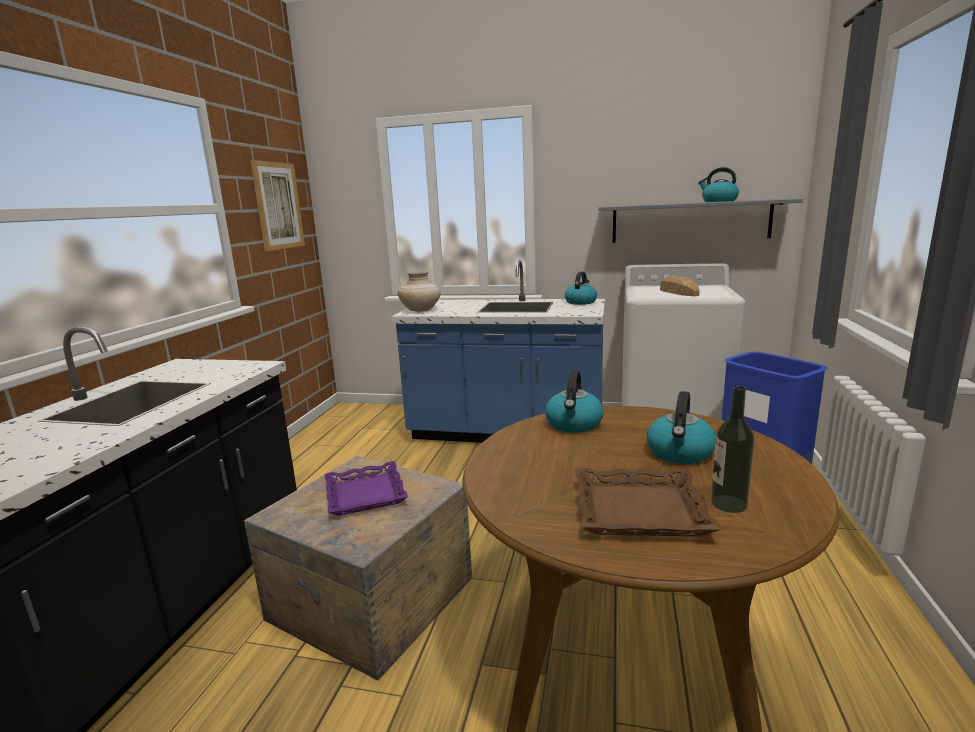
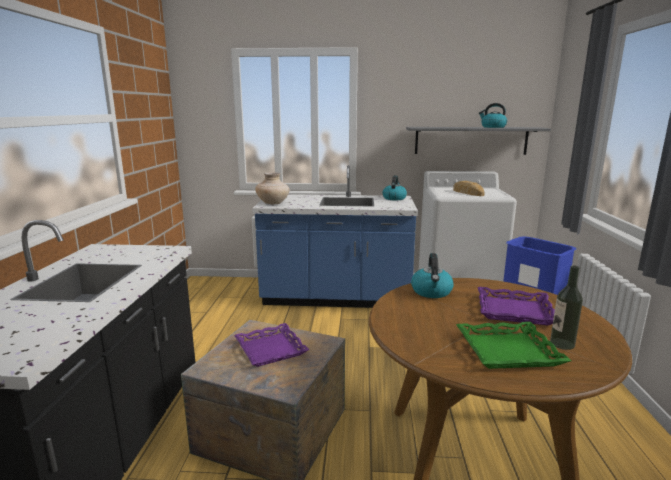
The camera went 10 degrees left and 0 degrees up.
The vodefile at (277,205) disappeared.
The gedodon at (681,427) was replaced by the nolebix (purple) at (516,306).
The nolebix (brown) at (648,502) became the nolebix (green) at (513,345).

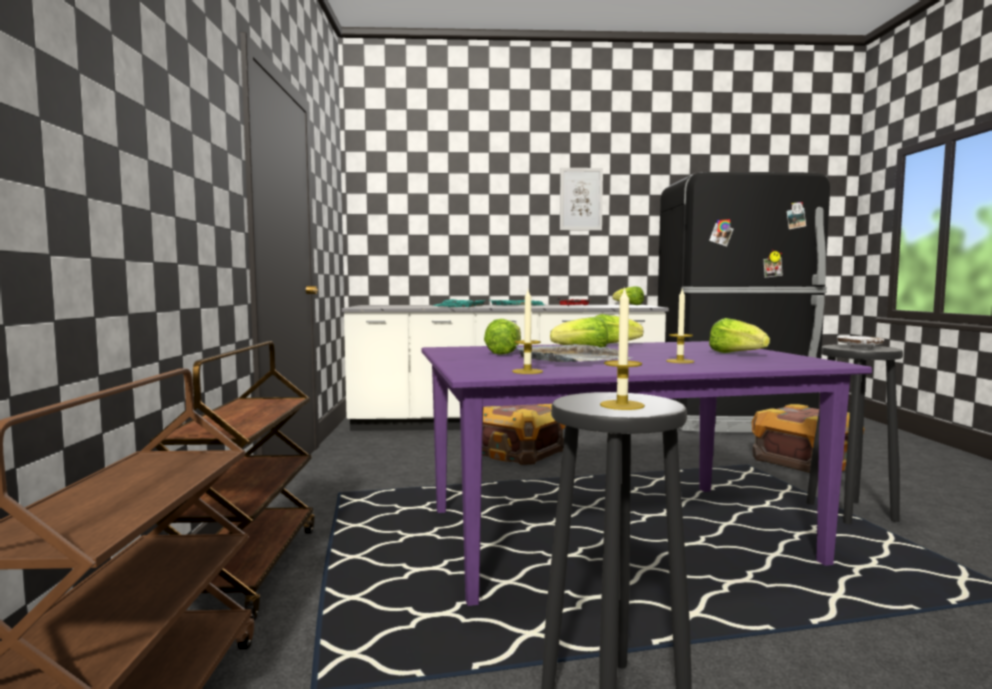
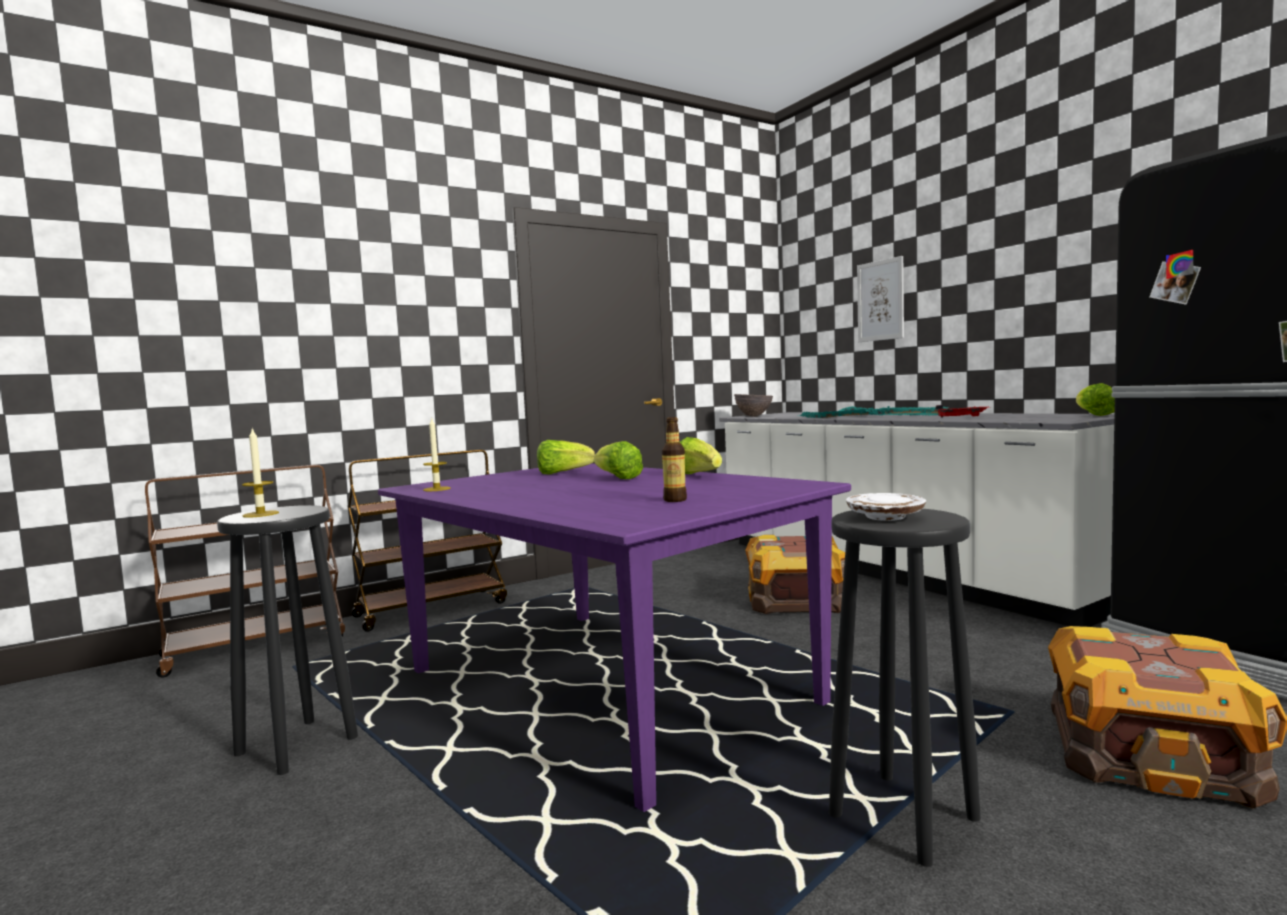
The camera went 60 degrees right and 0 degrees up.
The vodefile moved from (581,199) to (880,299).
The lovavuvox at (680,326) disappeared.
The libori at (739,335) was replaced by the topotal at (674,459).
The nolebix (grey) at (574,353) disappeared.
The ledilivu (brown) at (753,405) appeared.

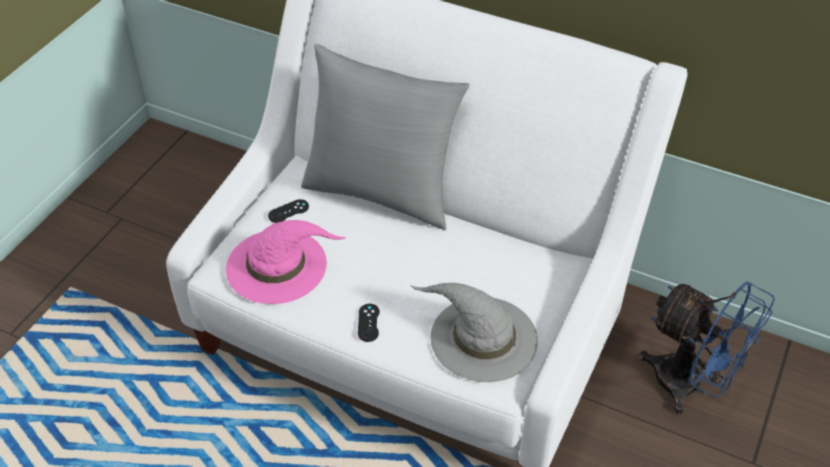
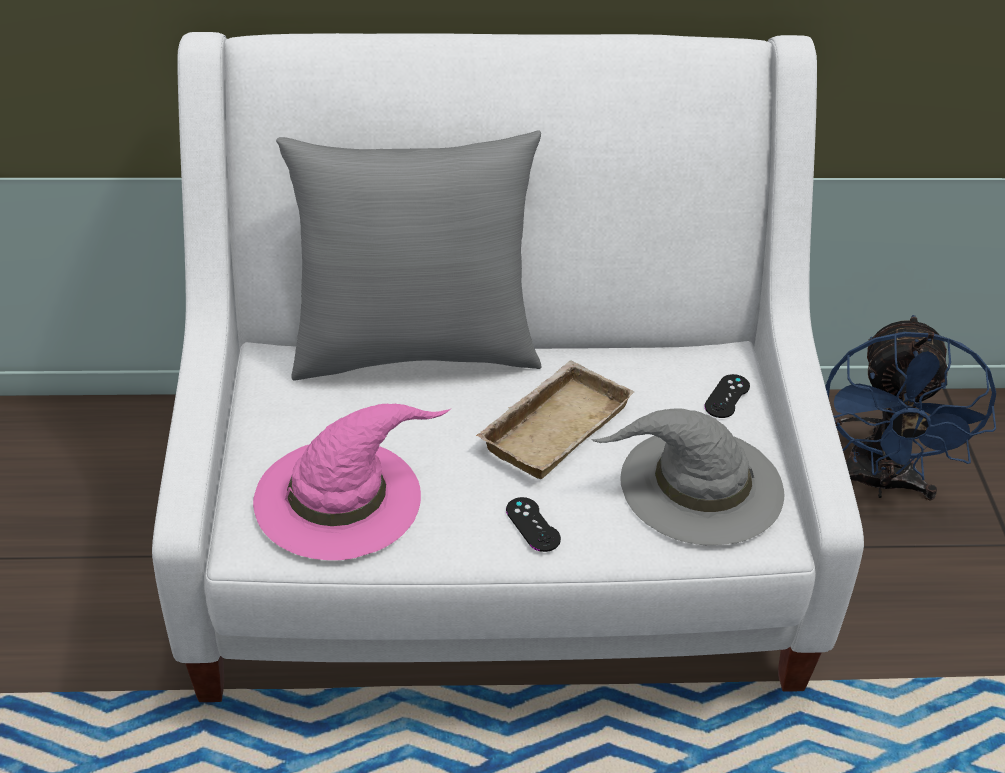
The camera went 30 degrees left and 5 degrees down.
The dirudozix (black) moved from (288,211) to (727,396).
The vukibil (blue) at (707,348) turned 90 degrees clockwise.
The nolebix (beige) at (555,420) appeared.

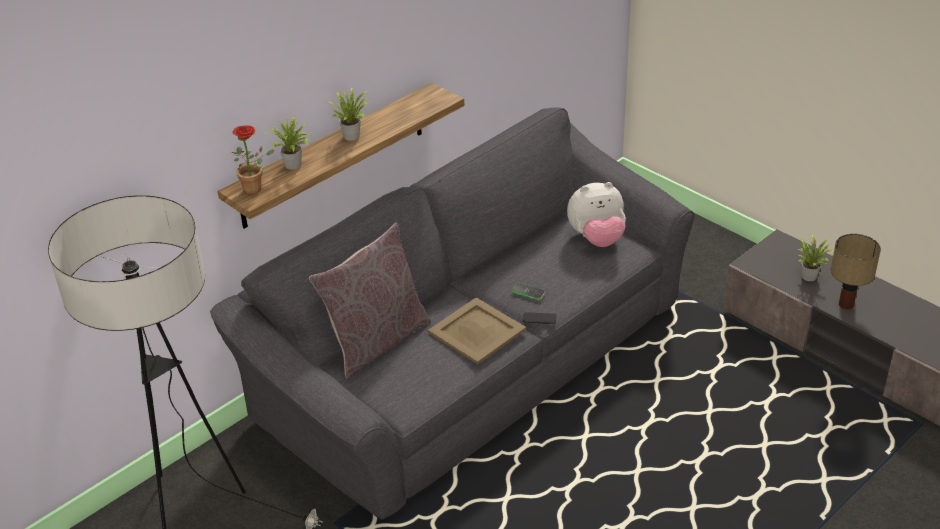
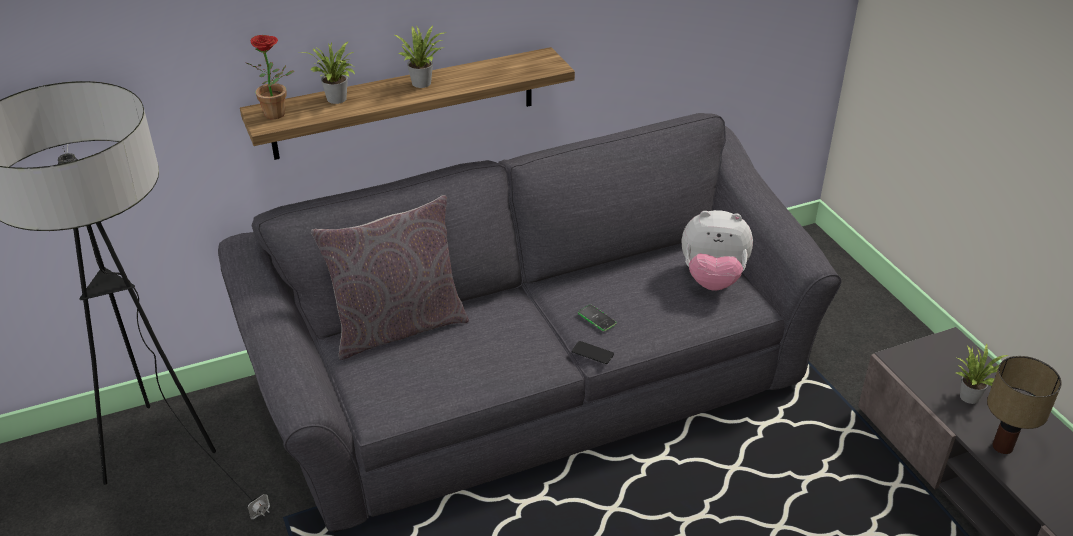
The camera went 20 degrees right and 0 degrees up.
The nolebix (beige) at (477,330) disappeared.

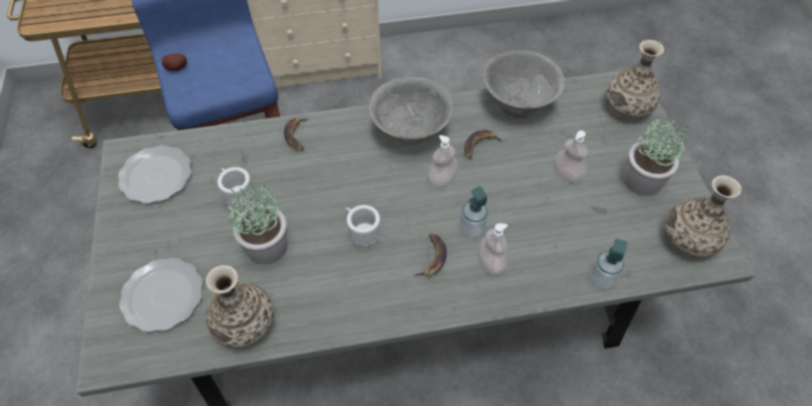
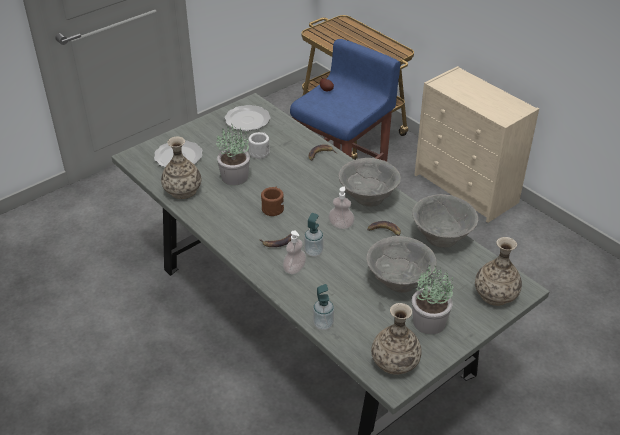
The camera went 60 degrees right and 15 degrees down.
The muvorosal at (571,156) was replaced by the ledilivu (grey) at (401,264).
The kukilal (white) at (363,226) became the kukilal (brown) at (272,201).

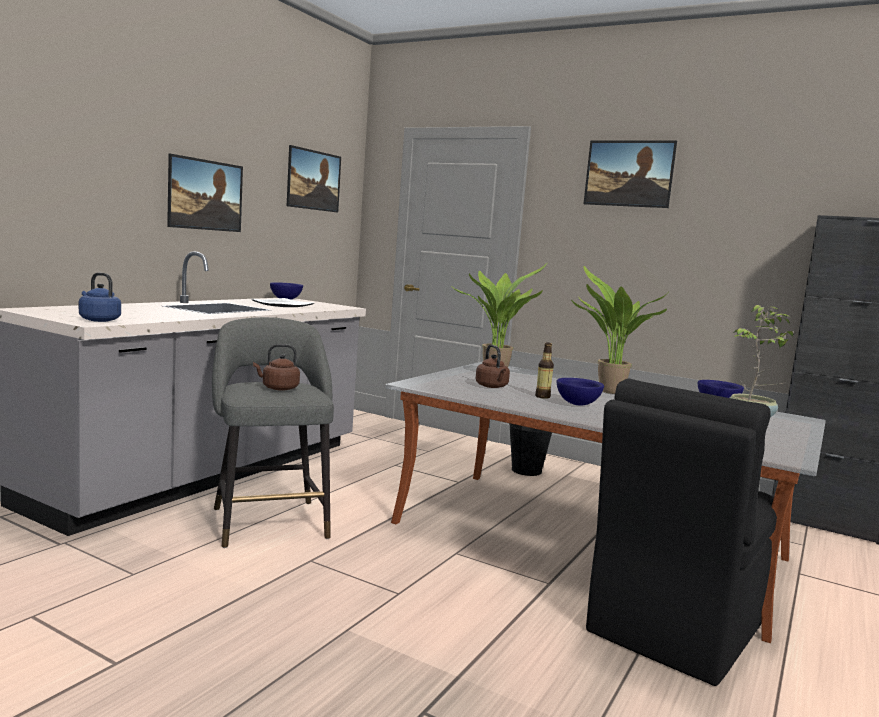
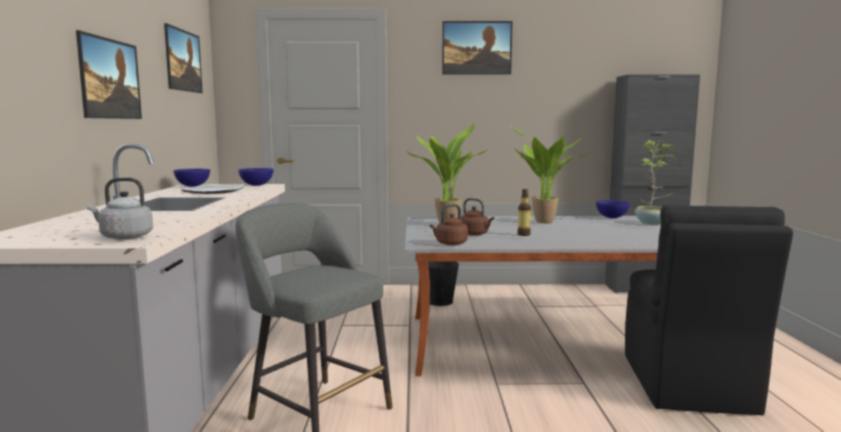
The camera went 30 degrees left and 0 degrees up.
The gedodon (blue) at (100,297) became the gedodon (grey) at (120,208).
The gedodon (brown) moved from (276,367) to (449,224).
The ledilivu (blue) moved from (580,392) to (255,177).

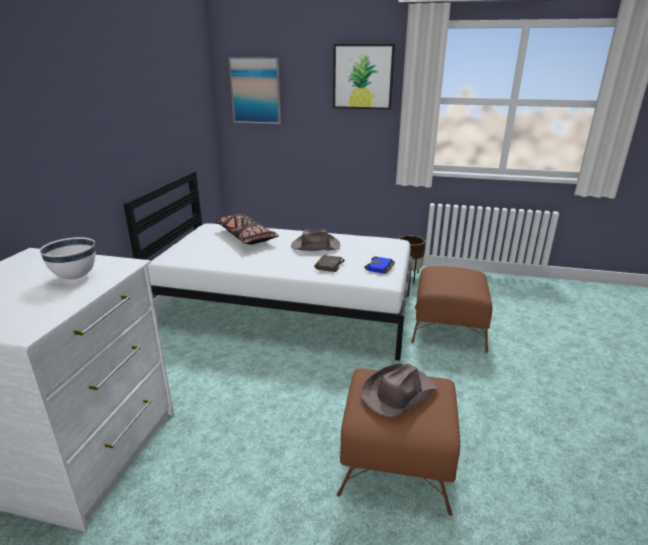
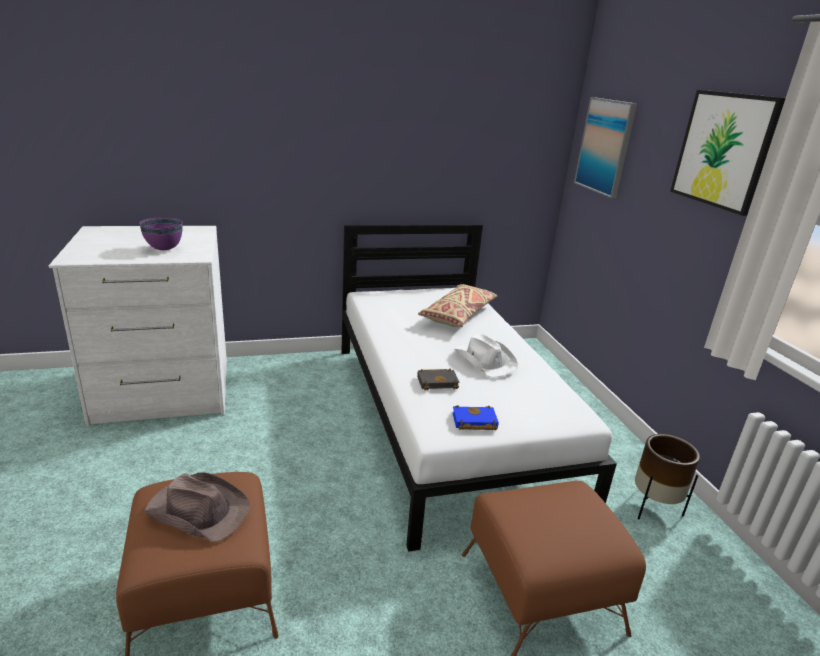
The camera went 60 degrees right and 0 degrees up.
The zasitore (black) at (247,229) became the zasitore (beige) at (457,305).
The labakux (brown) at (315,240) became the labakux (white) at (486,356).
The ledilivu (white) at (67,258) became the ledilivu (purple) at (161,233).

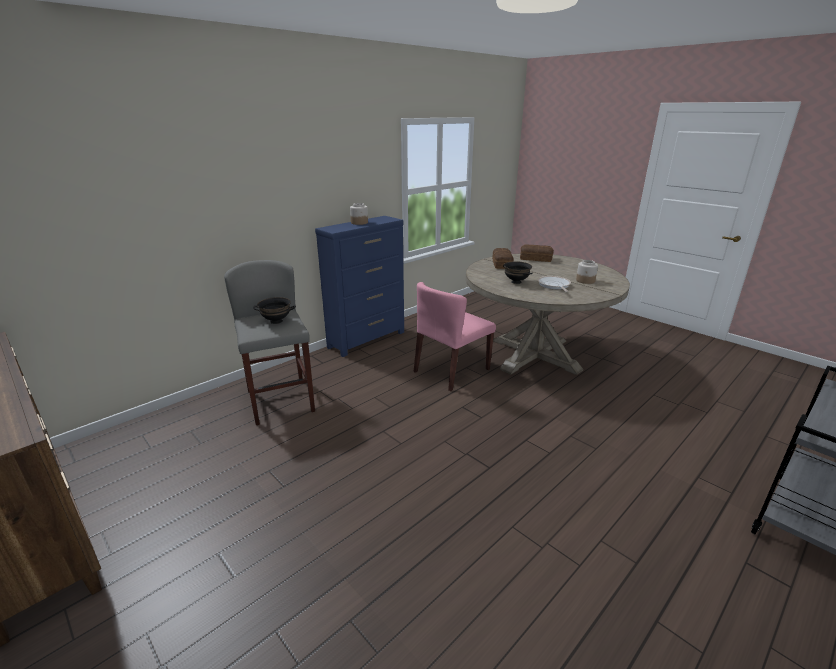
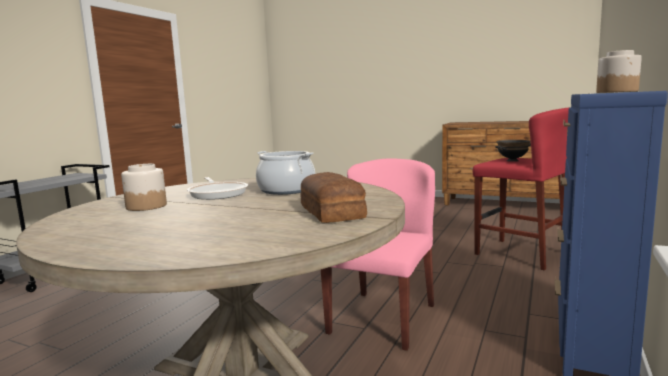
The camera went 160 degrees right and 15 degrees down.
The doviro at (537,253) disappeared.
The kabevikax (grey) at (269,342) became the kabevikax (red) at (521,189).
The ledilivu (black) at (518,272) was replaced by the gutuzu at (285,173).

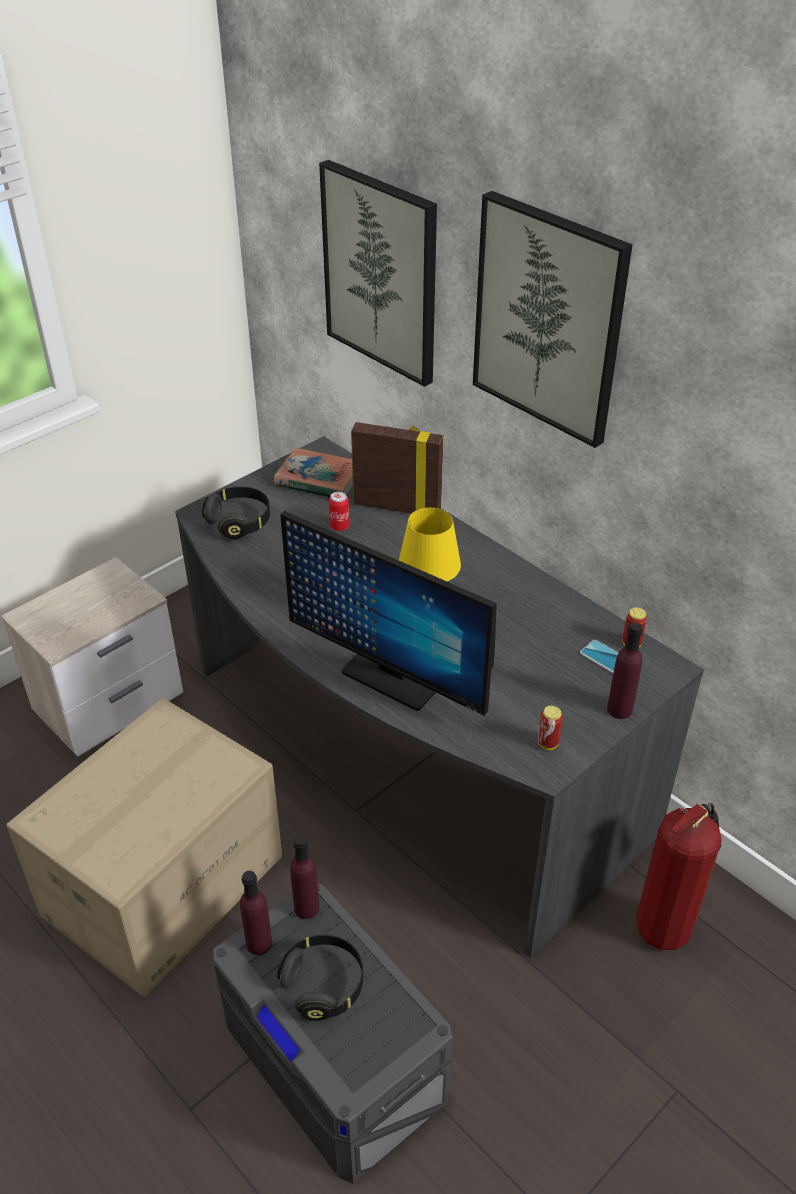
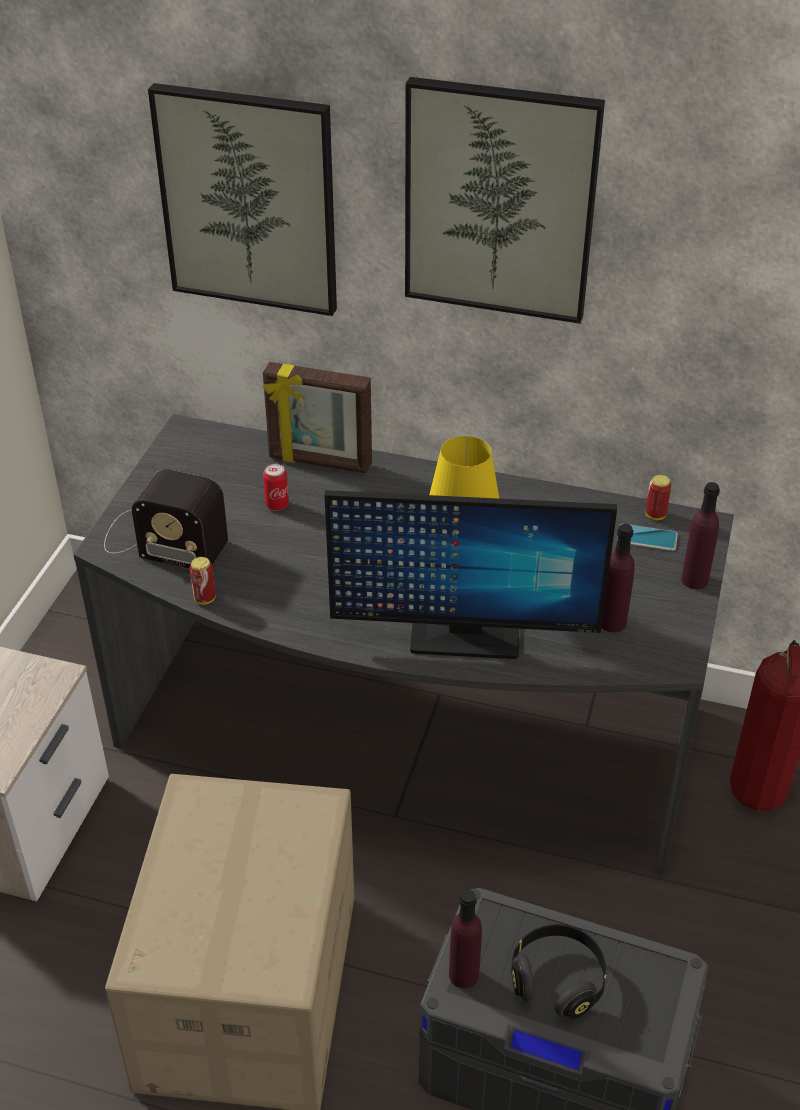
The camera went 30 degrees left and 0 degrees up.
The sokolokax at (397,467) turned 150 degrees counterclockwise.
The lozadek at (313,472) disappeared.
The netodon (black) at (236,513) was replaced by the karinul at (166,519).
The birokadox moved from (550,728) to (203,581).
The topotal (purple) moved from (305,877) to (618,578).

